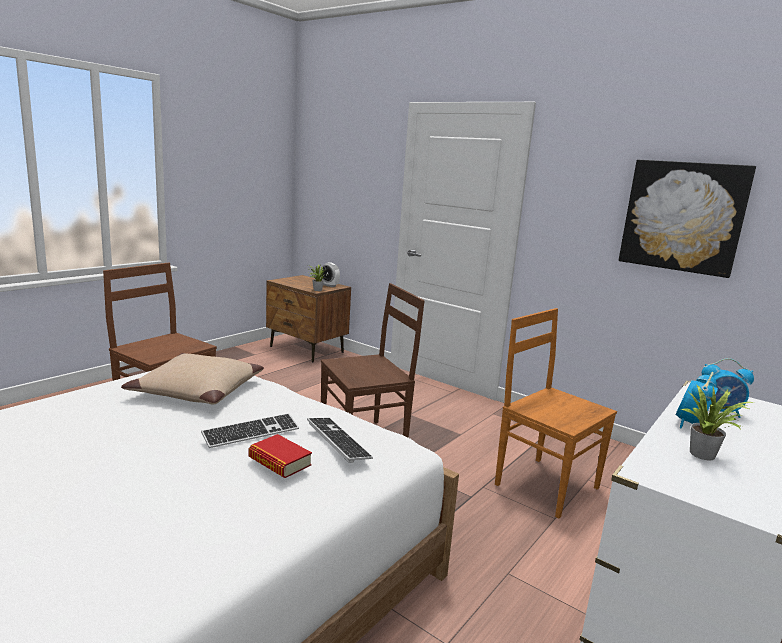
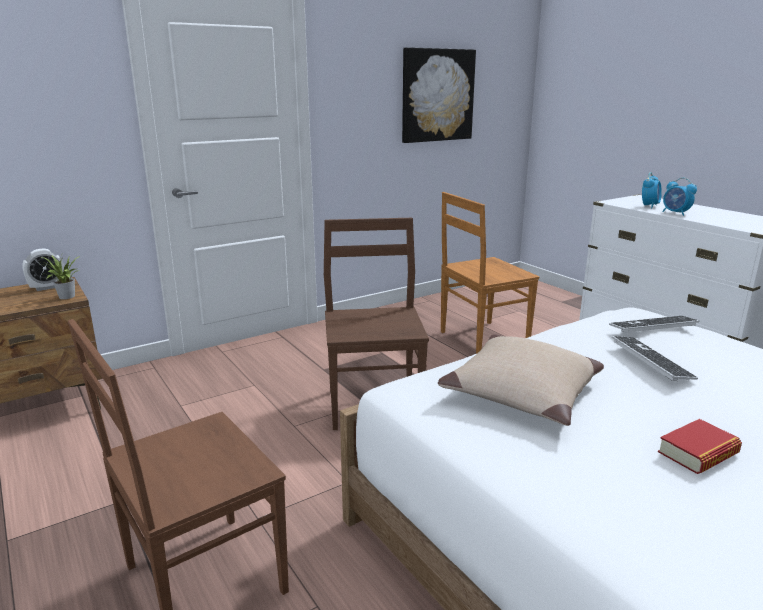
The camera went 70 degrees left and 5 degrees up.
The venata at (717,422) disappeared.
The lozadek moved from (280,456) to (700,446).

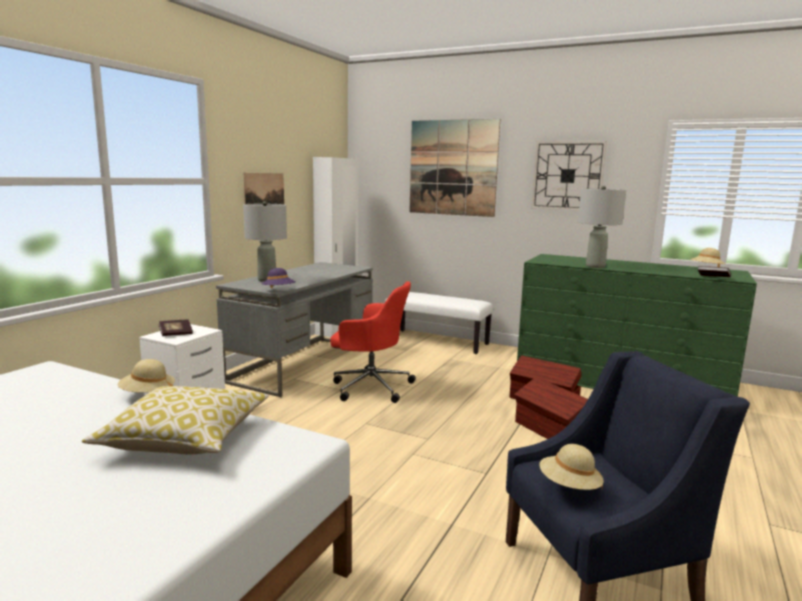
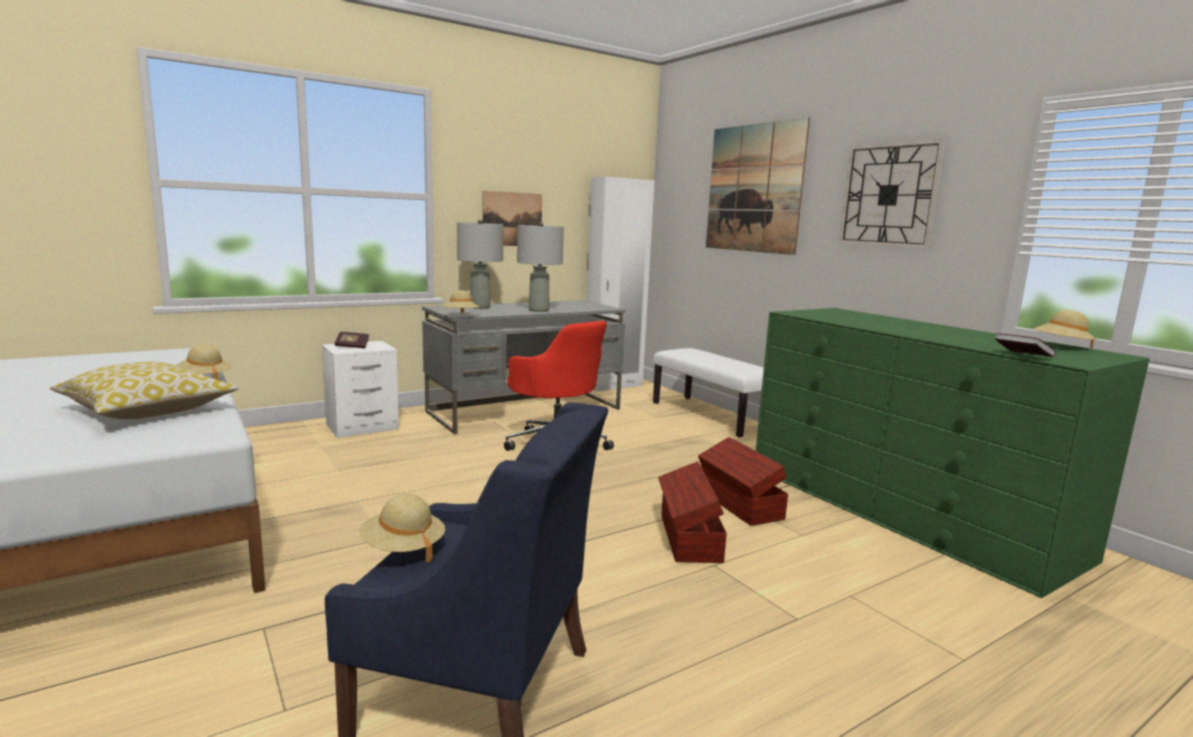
The camera went 30 degrees right and 0 degrees up.
The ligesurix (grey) moved from (602,227) to (540,267).
The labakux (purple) at (279,278) became the labakux (beige) at (461,301).

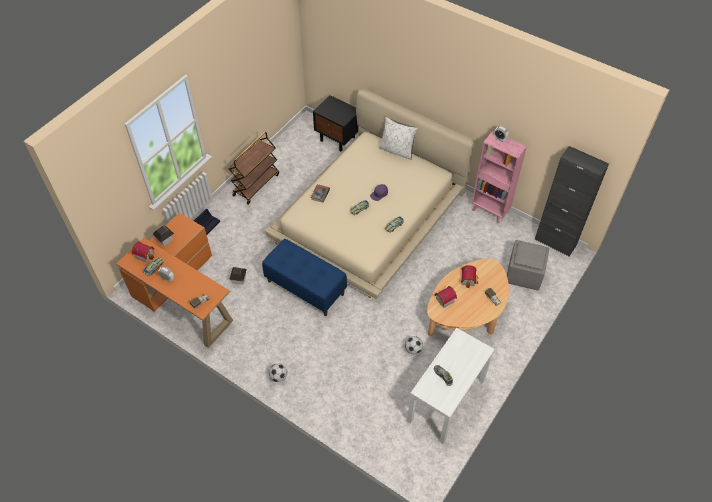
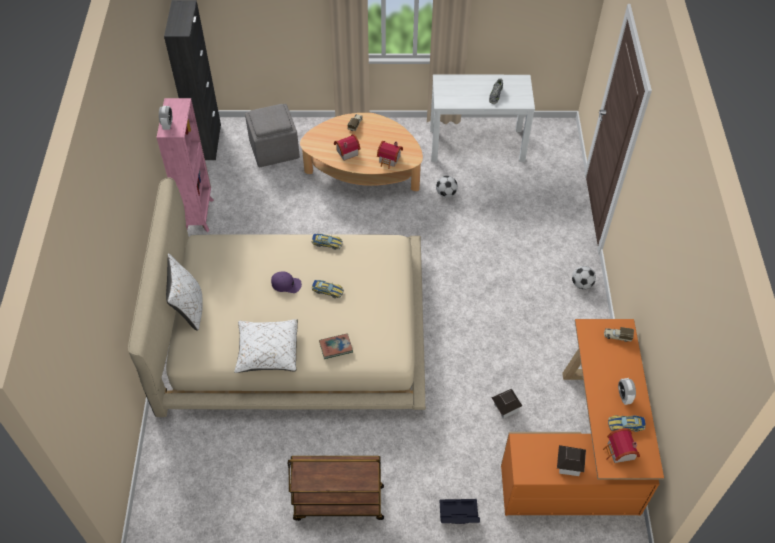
The camera went 125 degrees left and 0 degrees up.
The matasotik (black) at (335,123) disappeared.
The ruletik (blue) at (304,277) disappeared.
The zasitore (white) at (266,346) appeared.

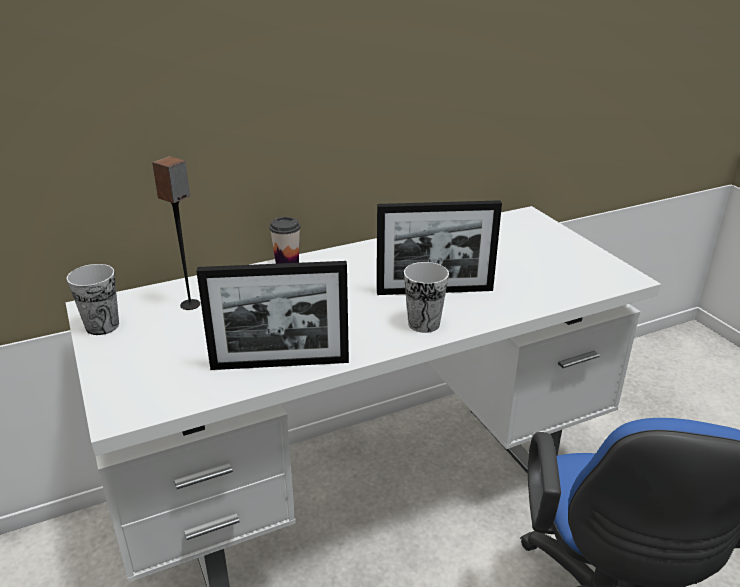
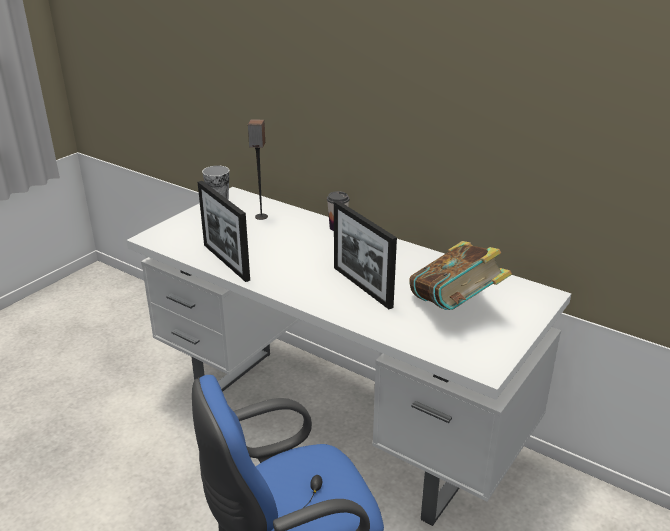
The camera went 60 degrees right and 0 degrees up.
The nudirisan at (426,297) disappeared.
The lozadek at (460,275) appeared.

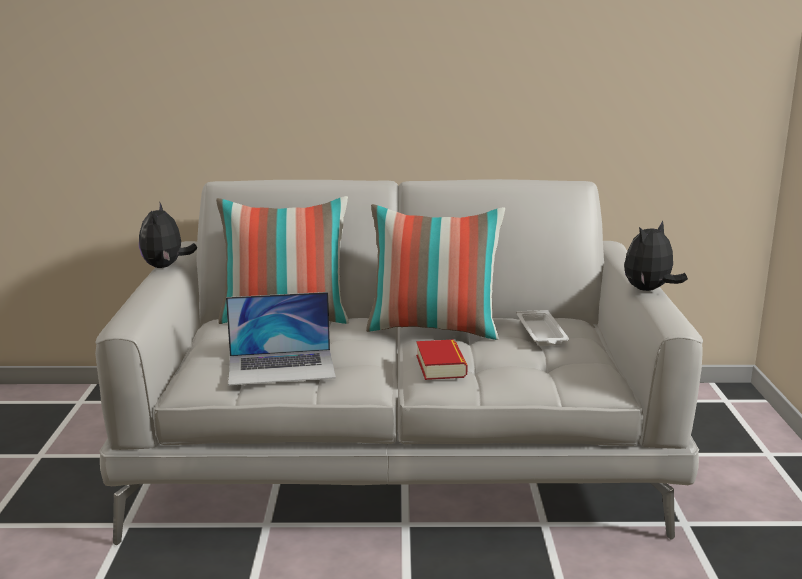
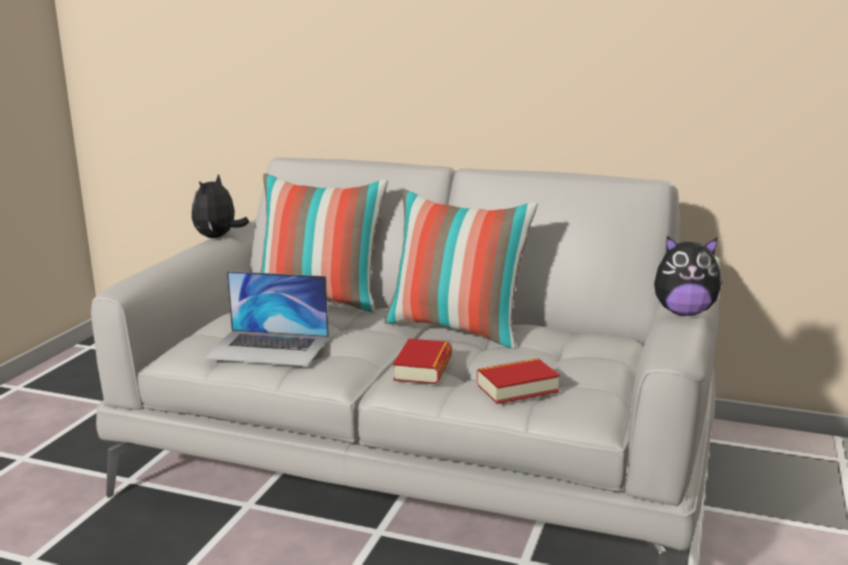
The camera went 20 degrees right and 0 degrees up.
The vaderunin at (656,255) turned 150 degrees counterclockwise.
The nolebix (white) at (542,328) disappeared.
The lozadek at (518,381) appeared.

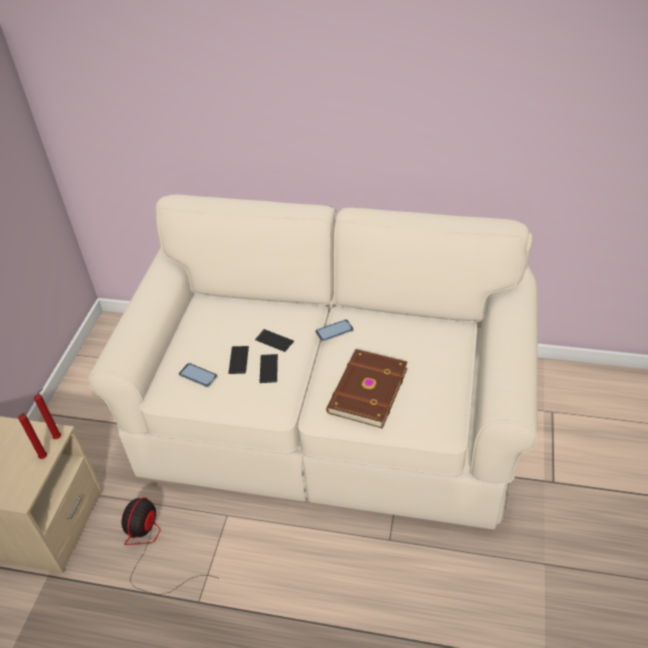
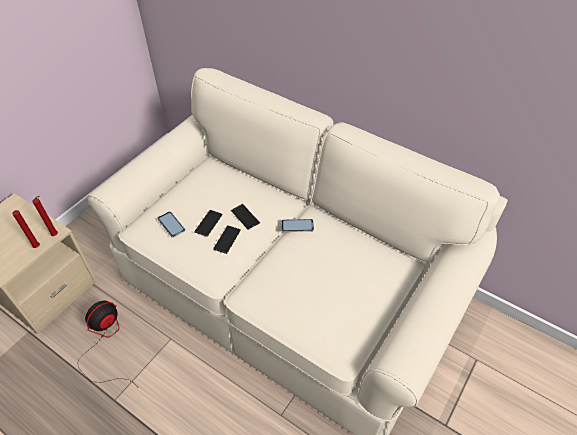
The camera went 20 degrees right and 5 degrees up.
The lozadek (brown) at (367,389) disappeared.

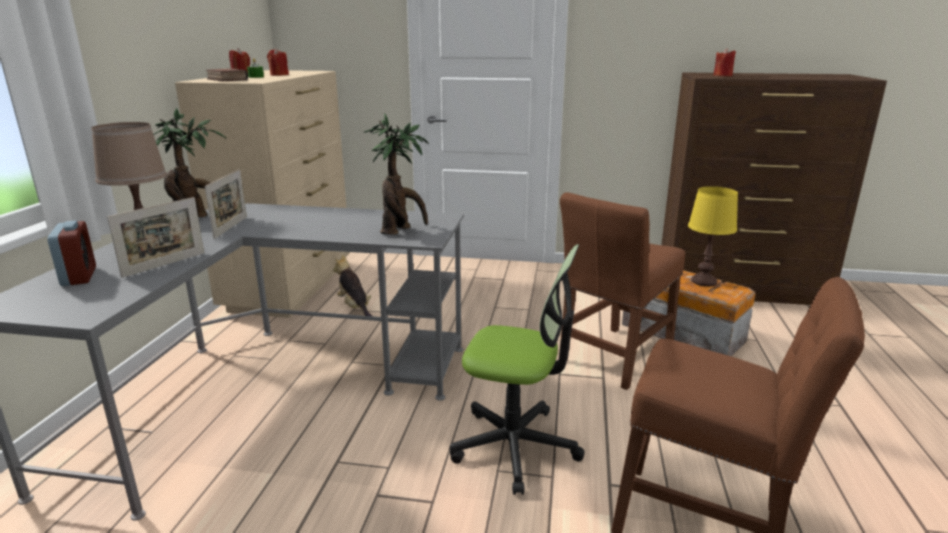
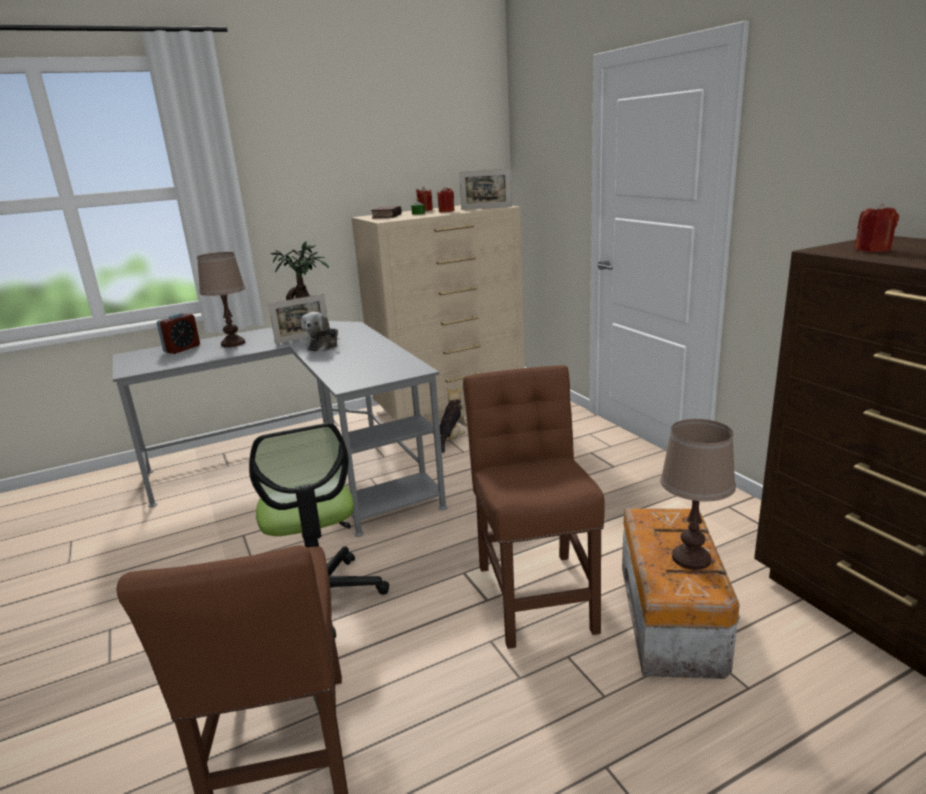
The camera went 55 degrees right and 0 degrees up.
The venata at (396,174) disappeared.
The ligesurix (yellow) at (713,236) became the ligesurix (brown) at (698,494).
The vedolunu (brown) at (622,291) turned 75 degrees clockwise.
The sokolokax moved from (155,237) to (485,189).
The vaderunin at (319,331) appeared.

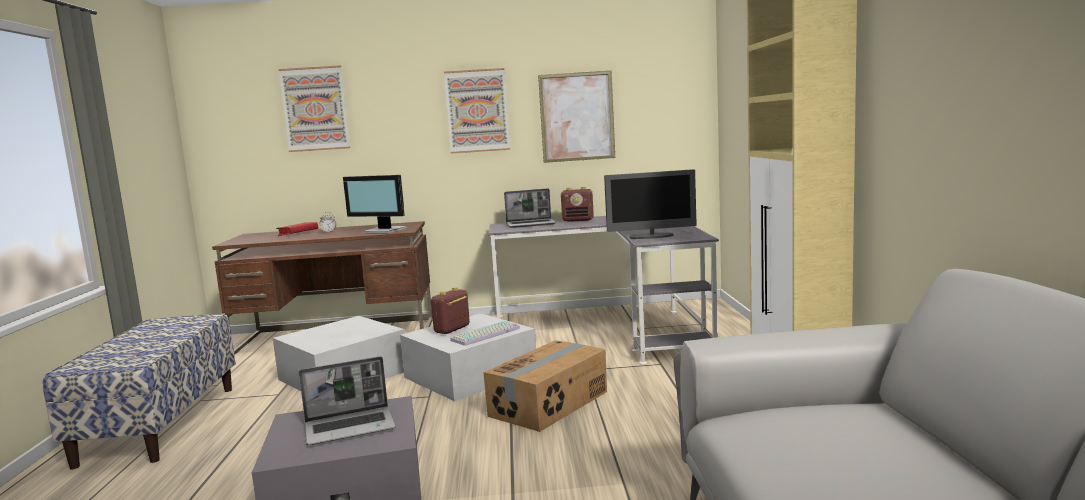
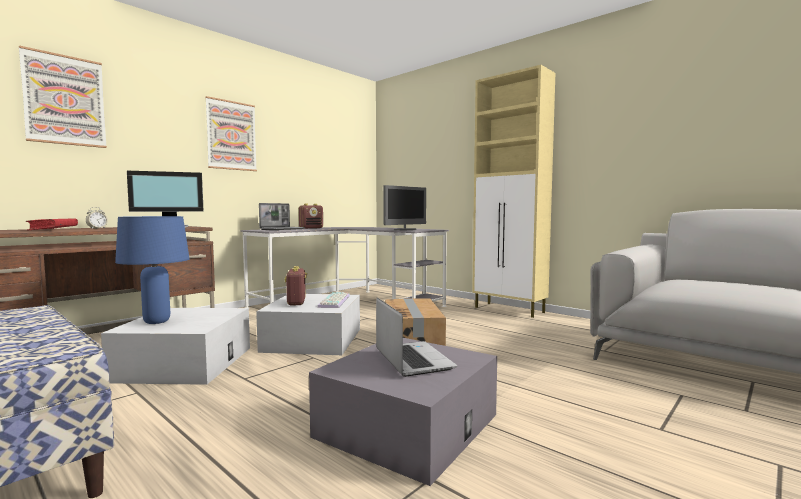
The camera went 45 degrees left and 5 degrees down.
The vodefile at (576,117) disappeared.
The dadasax at (347,400) turned 45 degrees counterclockwise.
The ligesurix (blue) at (152,270) appeared.

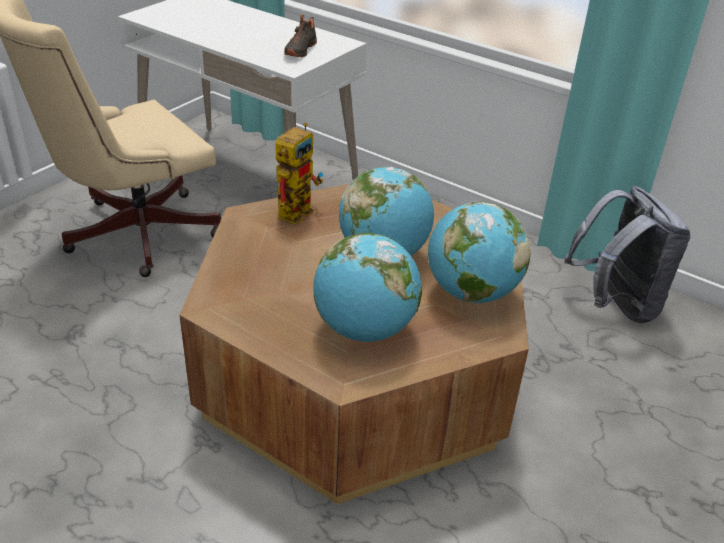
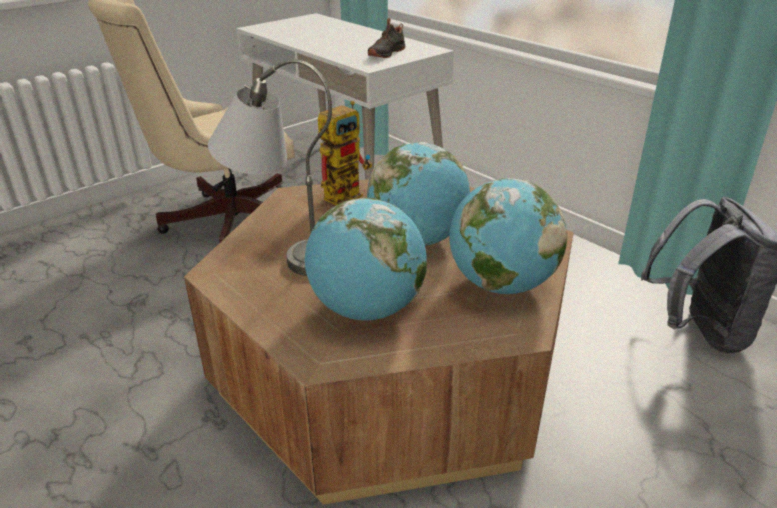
The camera went 15 degrees right and 5 degrees down.
The ligesurix (grey) at (270,167) appeared.

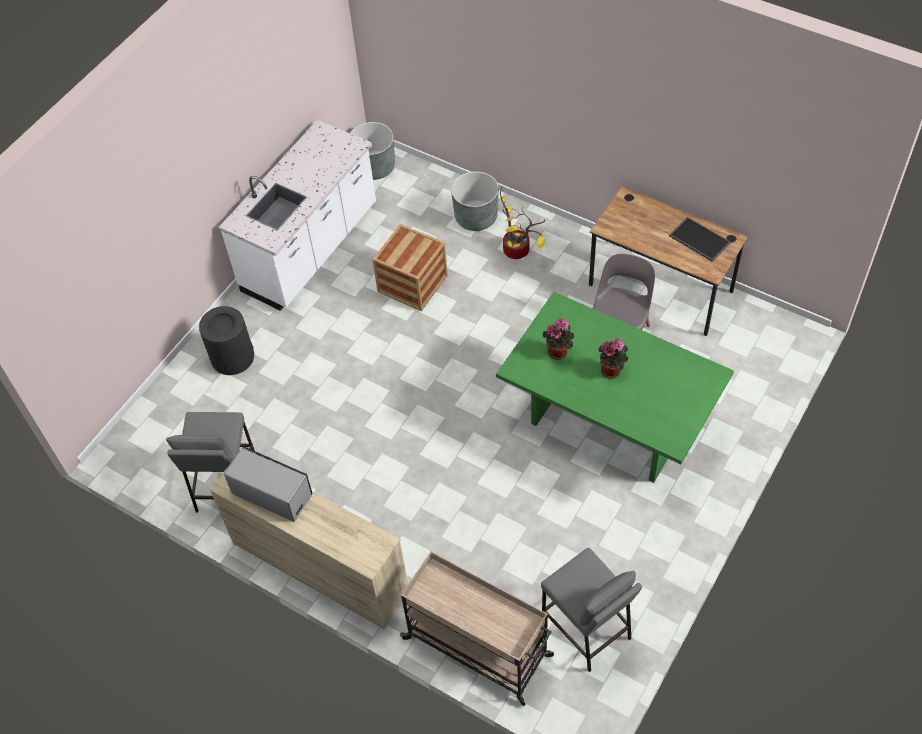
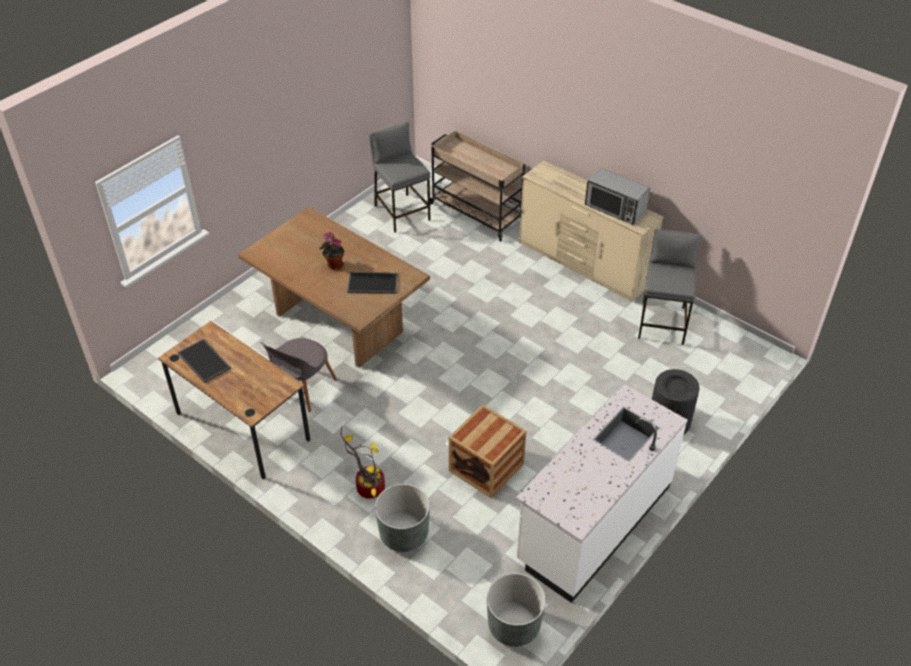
The camera went 175 degrees left and 10 degrees down.
The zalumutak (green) at (615,387) became the zalumutak (brown) at (334,287).
The venata at (558,339) was replaced by the nolebix at (372,283).

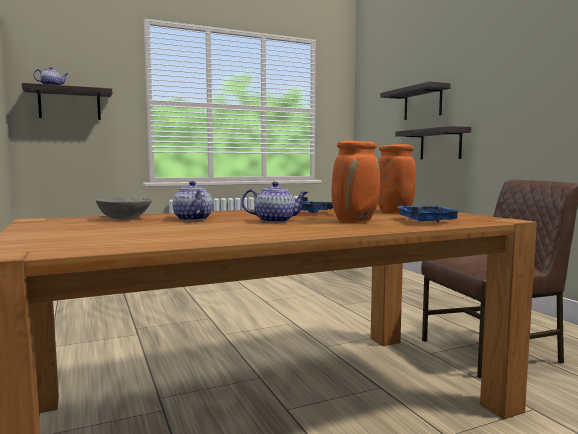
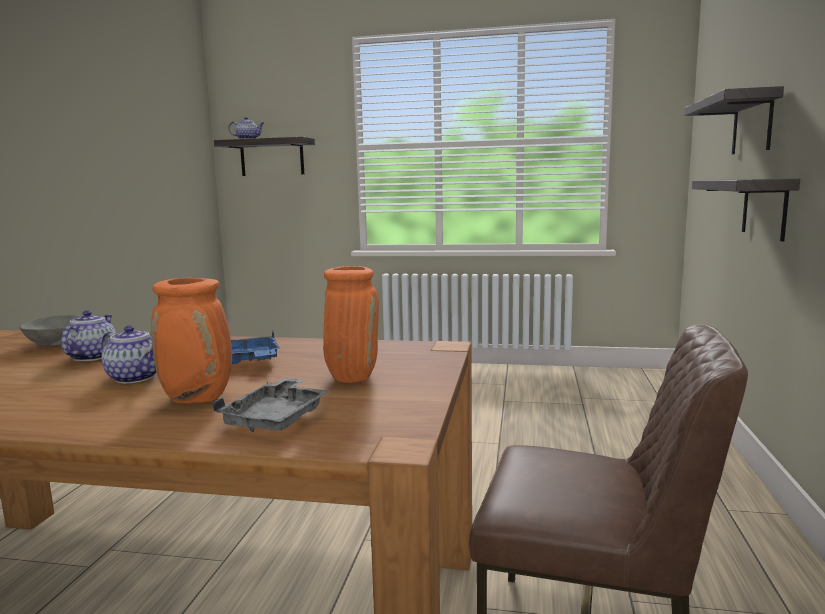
The camera went 35 degrees right and 5 degrees up.
The nolebix (blue) at (430,214) became the nolebix (grey) at (272,404).

